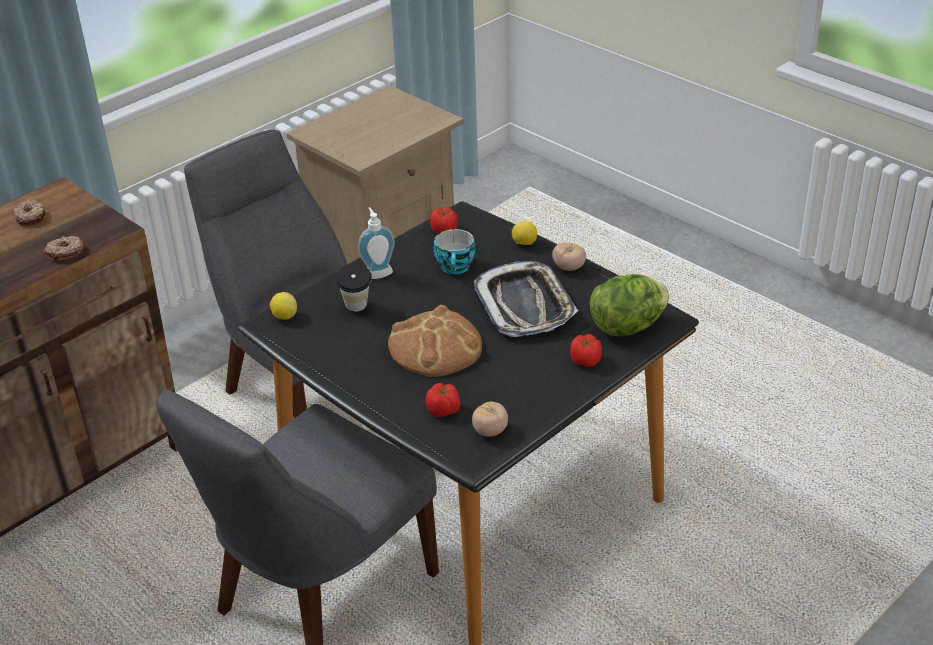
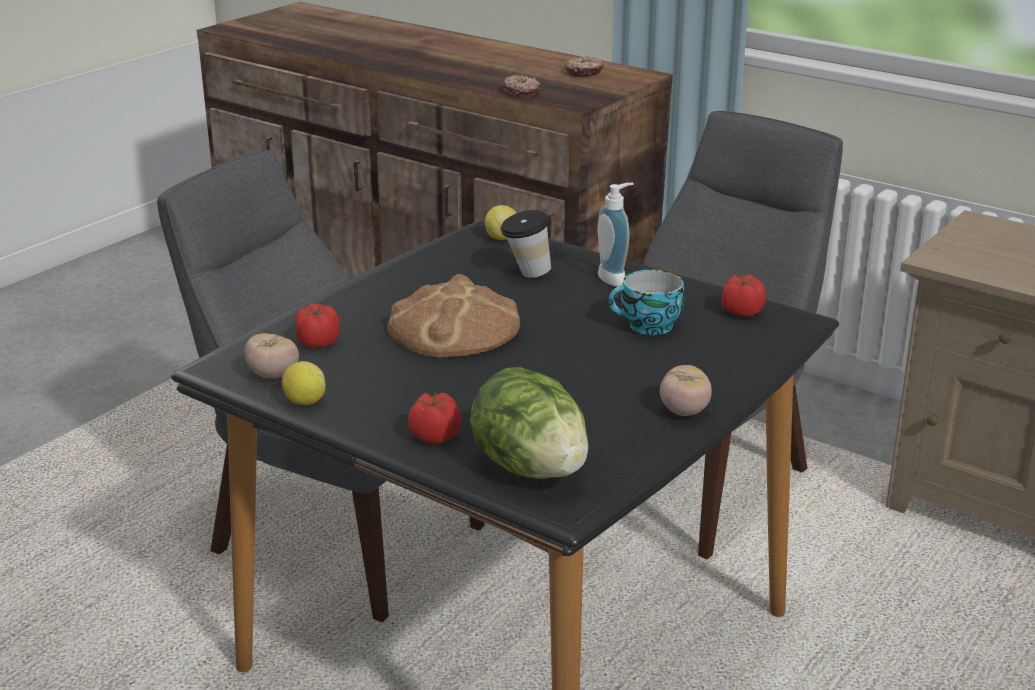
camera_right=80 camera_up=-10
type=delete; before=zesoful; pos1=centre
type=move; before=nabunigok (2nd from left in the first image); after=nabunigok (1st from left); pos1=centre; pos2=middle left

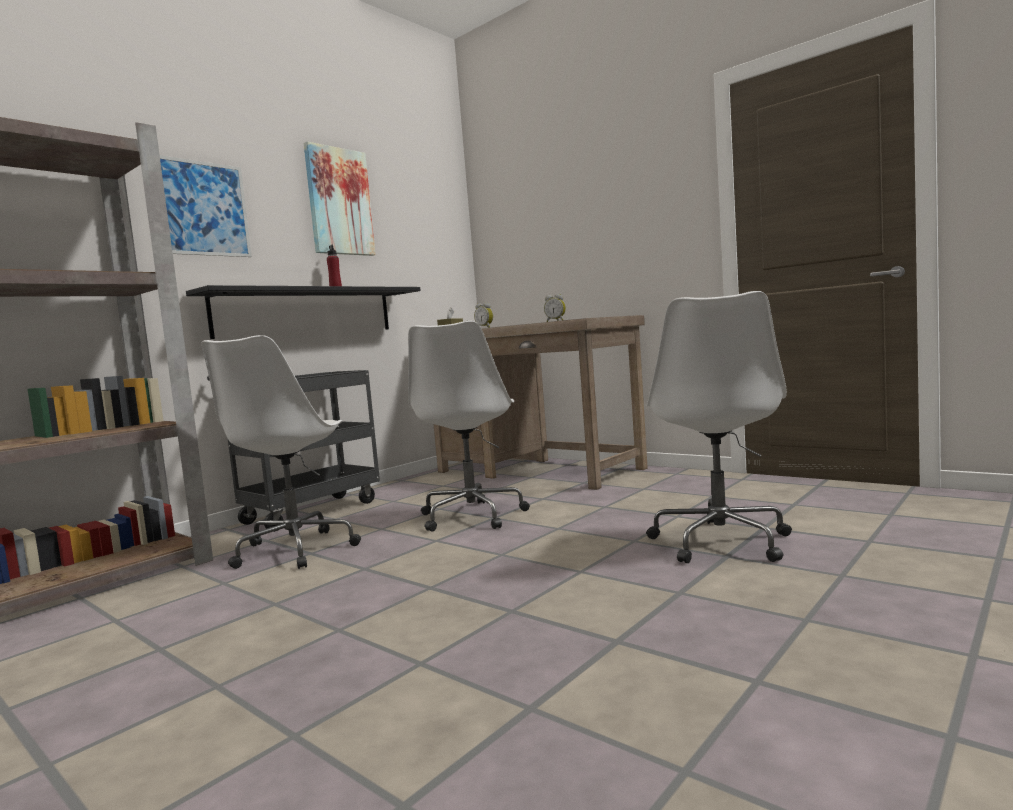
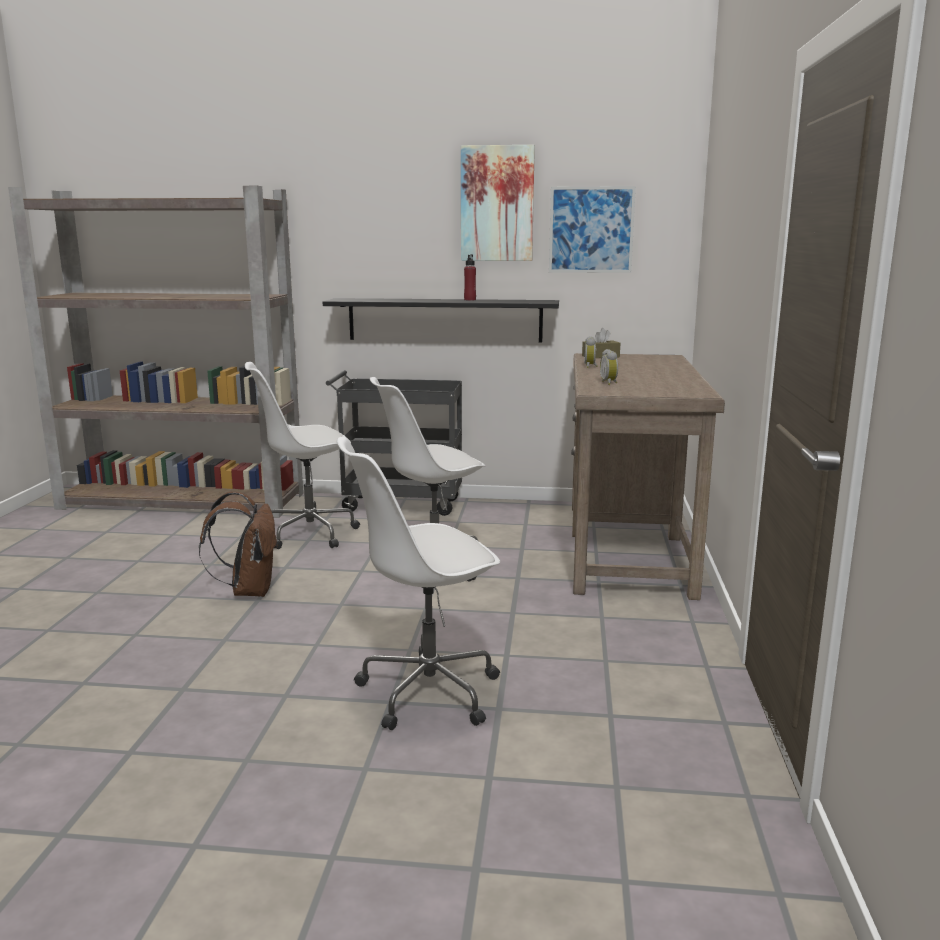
camera_right=55 camera_up=10
type=insert; after=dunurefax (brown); pos2=middle left
type=move; before=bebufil (1st from left in the first image); after=bebufil (2nd from left); pos1=top left; pos2=top centre

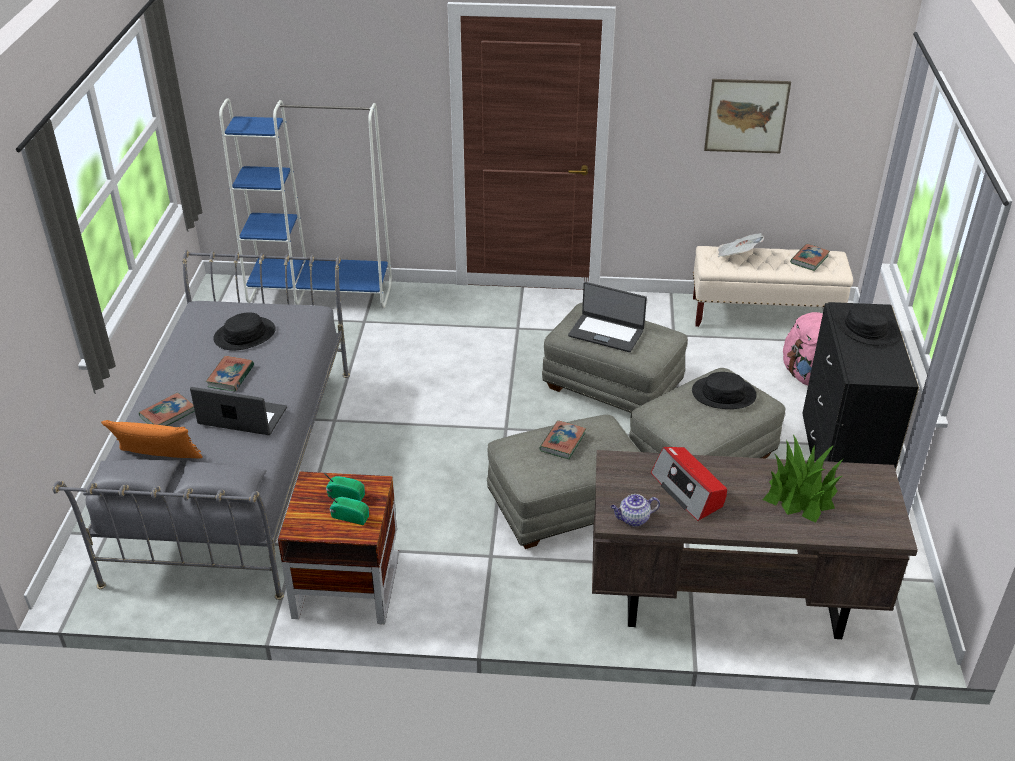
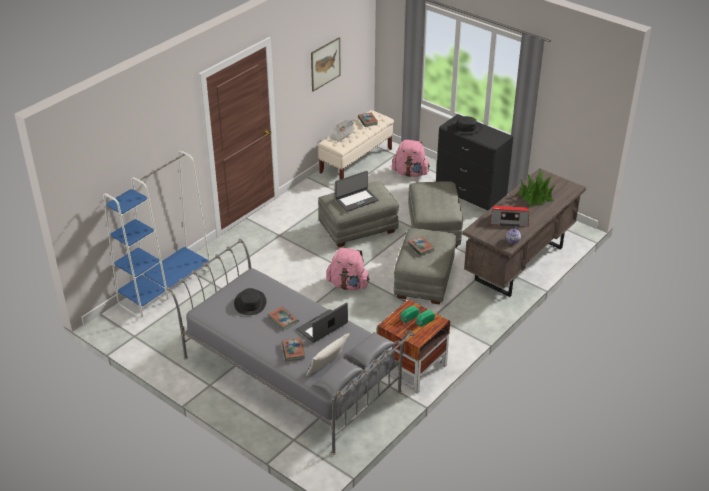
camera_right=-55 camera_up=0
type=delete; before=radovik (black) (2nd from left); pos1=middle right
type=insert; after=dunurefax (pink) (1st from left); pos2=centre
type=recolor; before=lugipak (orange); after=lugipak (white); pos1=middle left; pos2=bottom centre

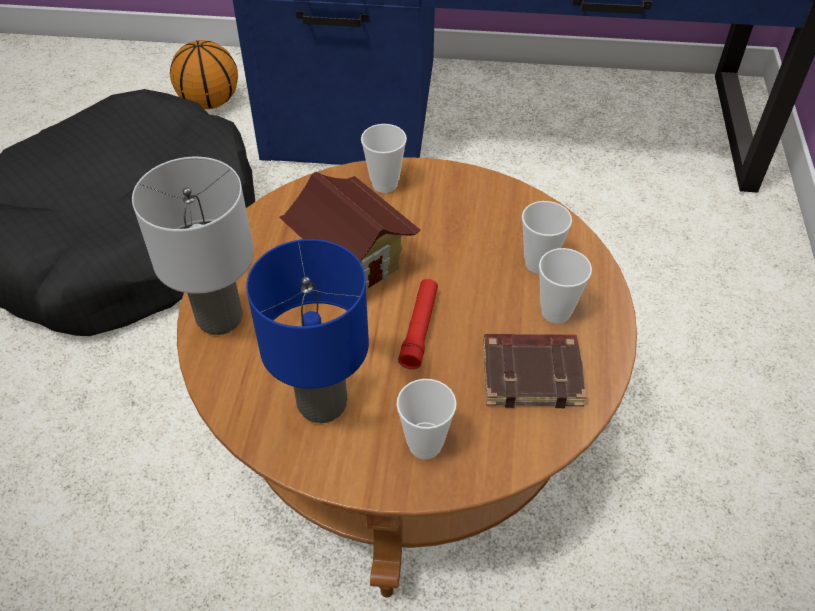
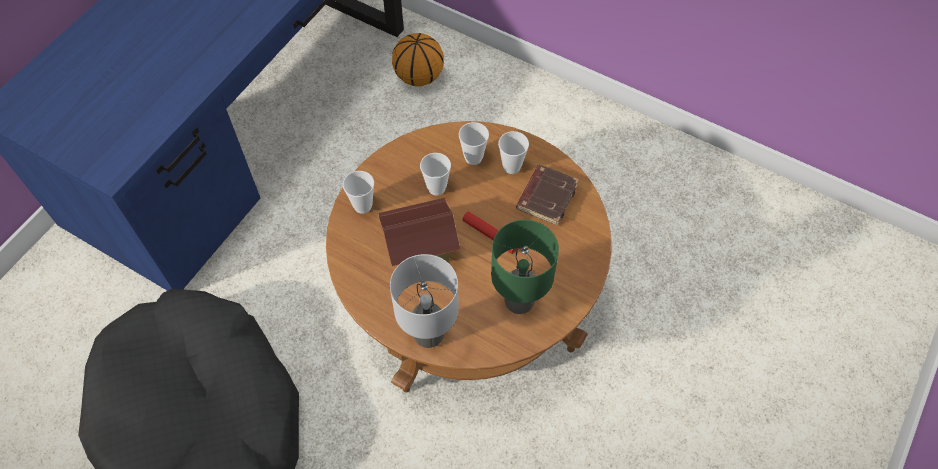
camera_right=-65 camera_up=10
type=move; before=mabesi; pos1=top left; pos2=top centre
type=move; before=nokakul (2nd from left); pos1=bottom centre; pos2=centre
type=recolor; before=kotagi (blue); after=kotagi (green); pos1=centre; pos2=centre

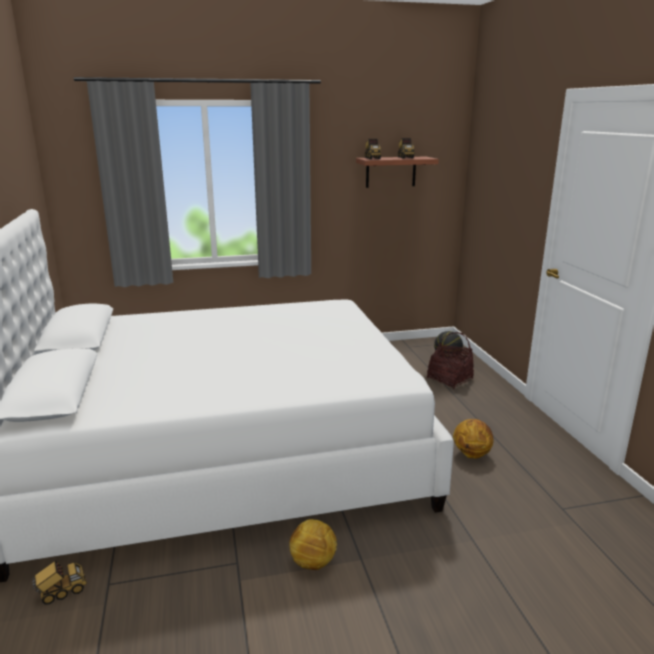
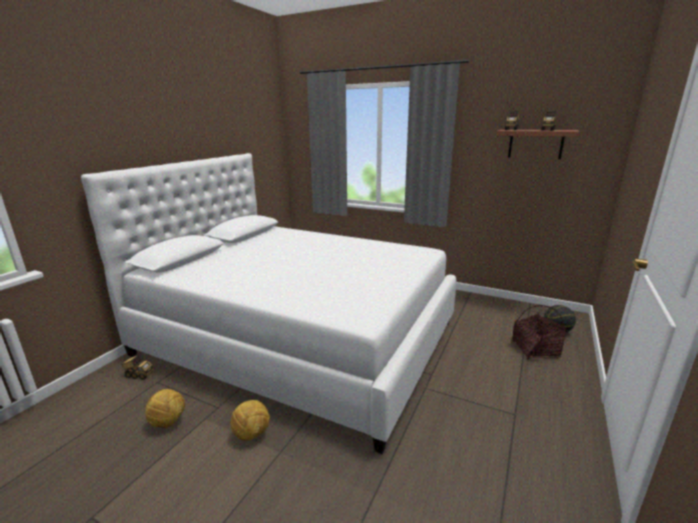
camera_right=40 camera_up=0
type=delete; before=mabesi (2nd from left); pos1=bottom right
type=insert; after=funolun (1st from left); pos2=bottom left

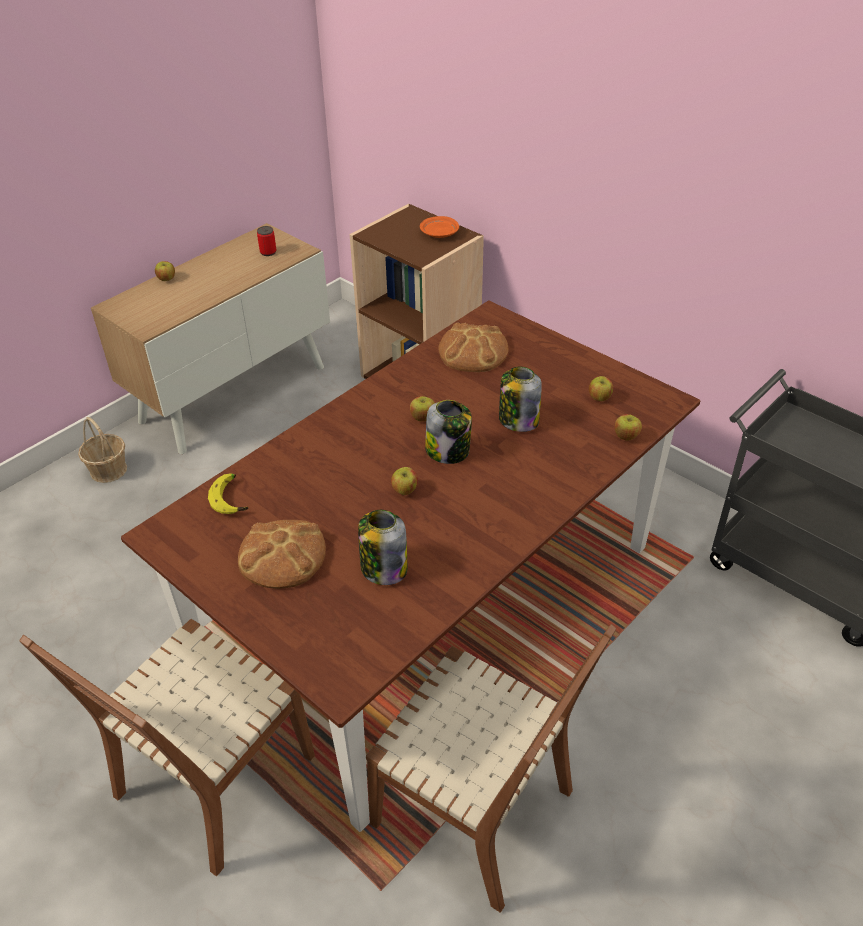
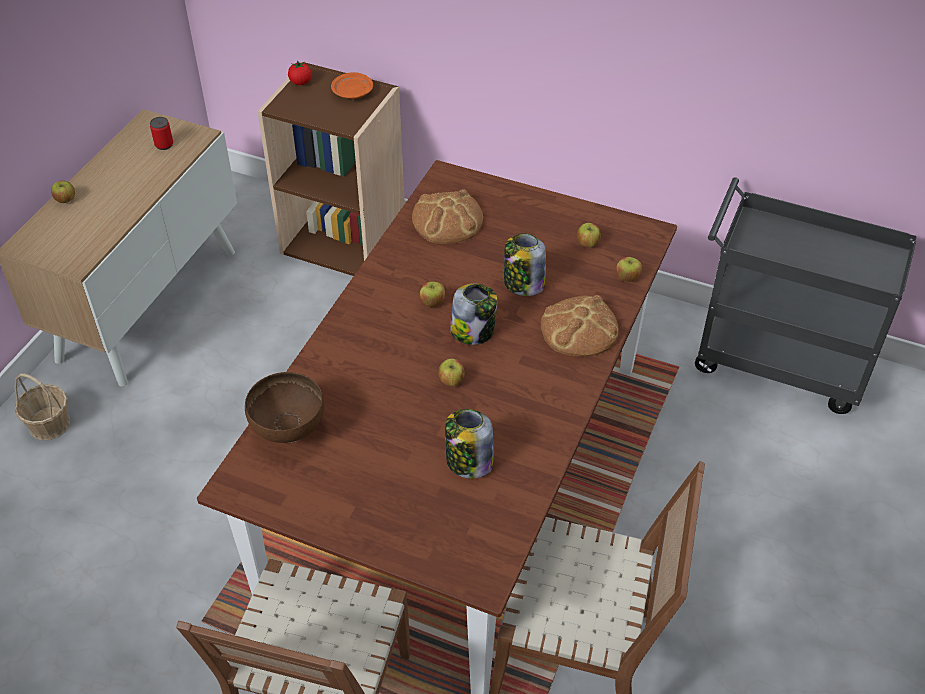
camera_right=-20 camera_up=5
type=insert; after=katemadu; pos2=top left
type=move; before=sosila (1st from left in the first image); after=sosila (2nd from left); pos1=middle left; pos2=centre
type=replace; before=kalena; after=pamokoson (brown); pos1=middle left; pos2=middle left

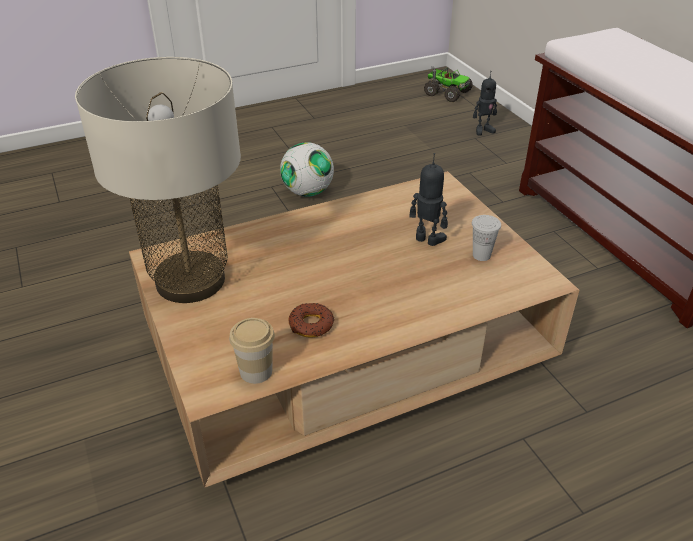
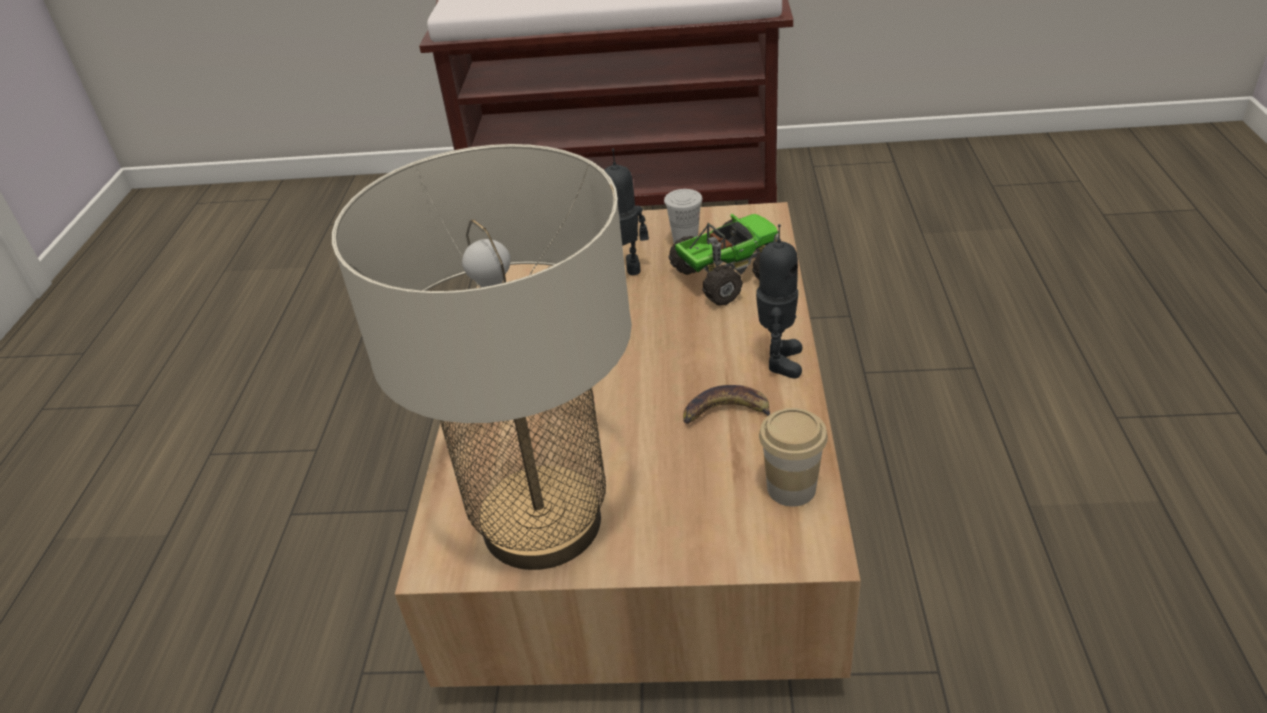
camera_right=-60 camera_up=0
type=delete; before=funolun; pos1=top centre
type=move; before=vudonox; pos1=top centre; pos2=centre
type=move; before=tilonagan (2nd from left); pos1=top right; pos2=centre
type=replace; before=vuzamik; after=kalena; pos1=centre; pos2=centre

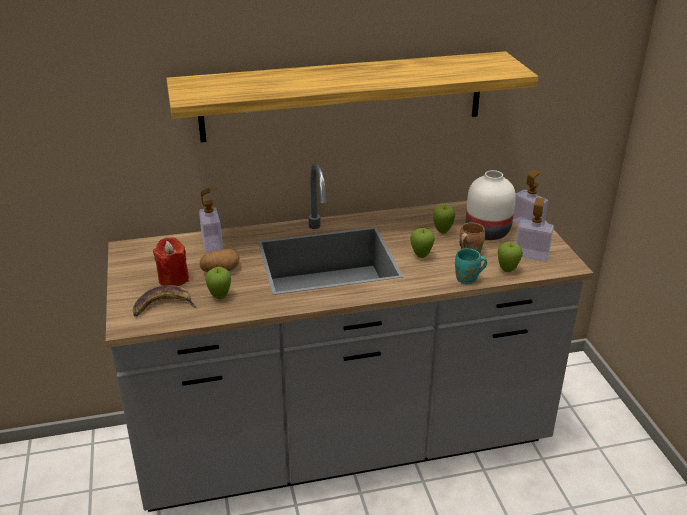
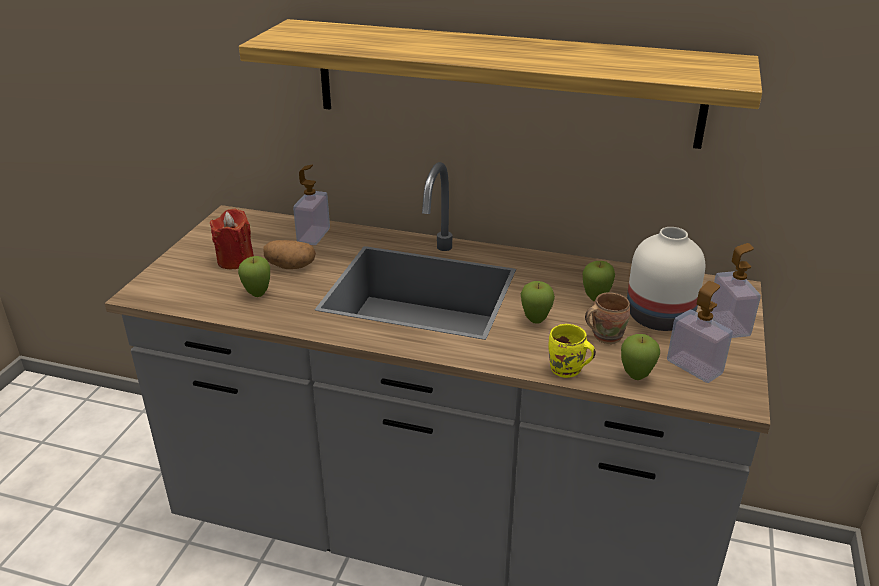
camera_right=30 camera_up=0
type=delete; before=kalena; pos1=middle left
type=recolor; before=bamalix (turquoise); after=bamalix (yellow); pos1=middle right; pos2=centre

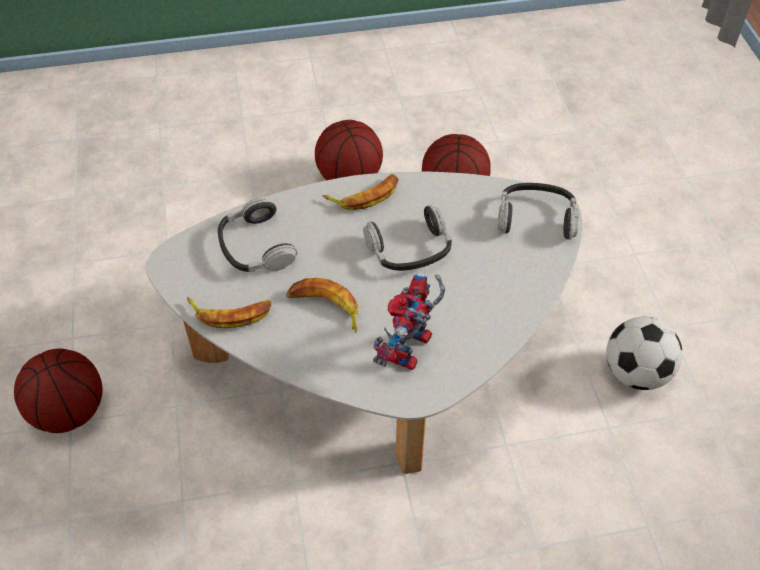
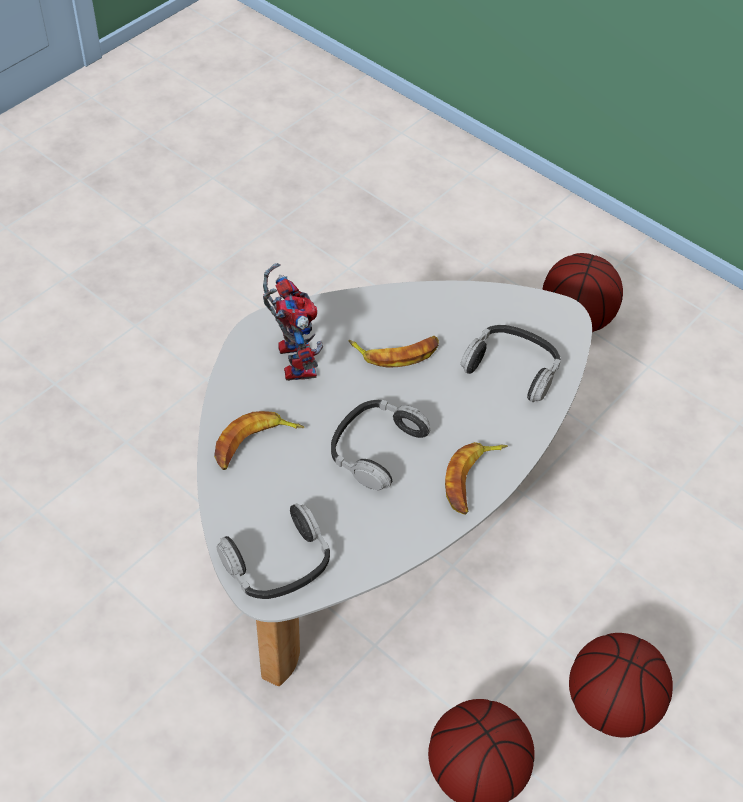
camera_right=140 camera_up=0
type=delete; before=funolun; pos1=middle right
type=move; before=kalena (1st from left); pos1=middle left; pos2=centre

